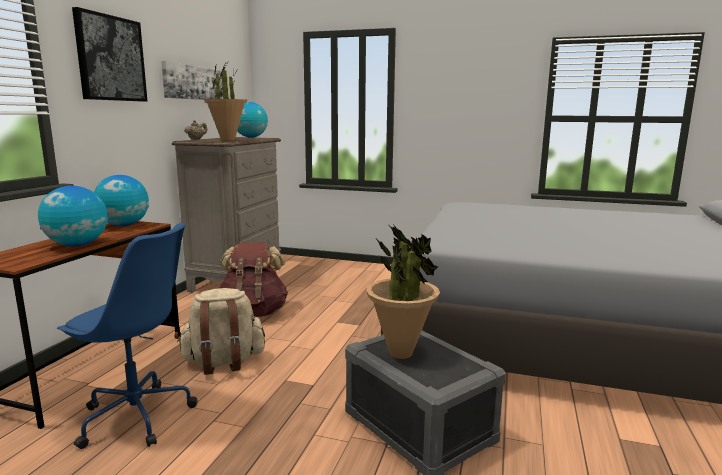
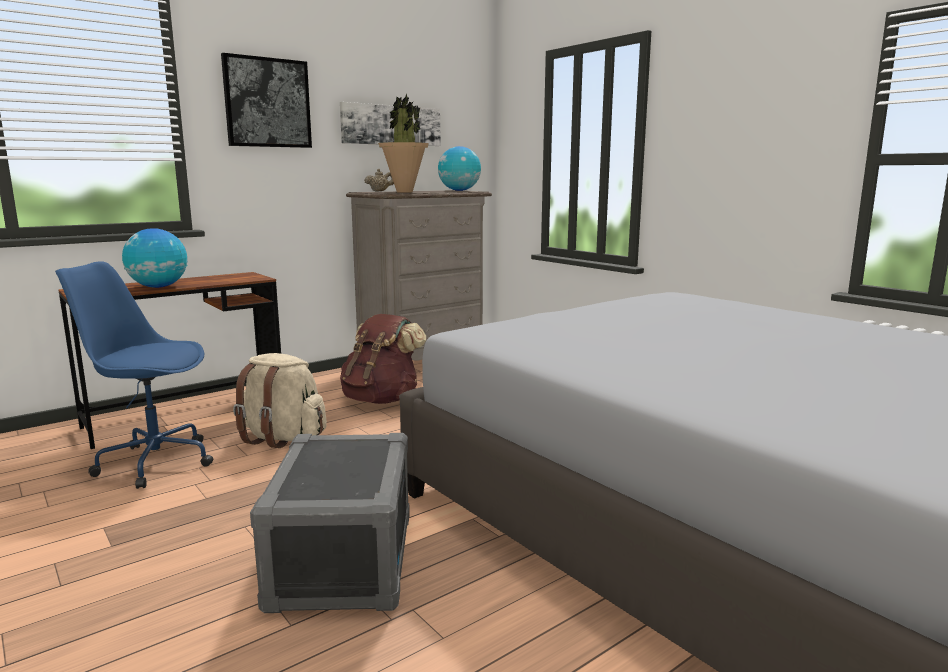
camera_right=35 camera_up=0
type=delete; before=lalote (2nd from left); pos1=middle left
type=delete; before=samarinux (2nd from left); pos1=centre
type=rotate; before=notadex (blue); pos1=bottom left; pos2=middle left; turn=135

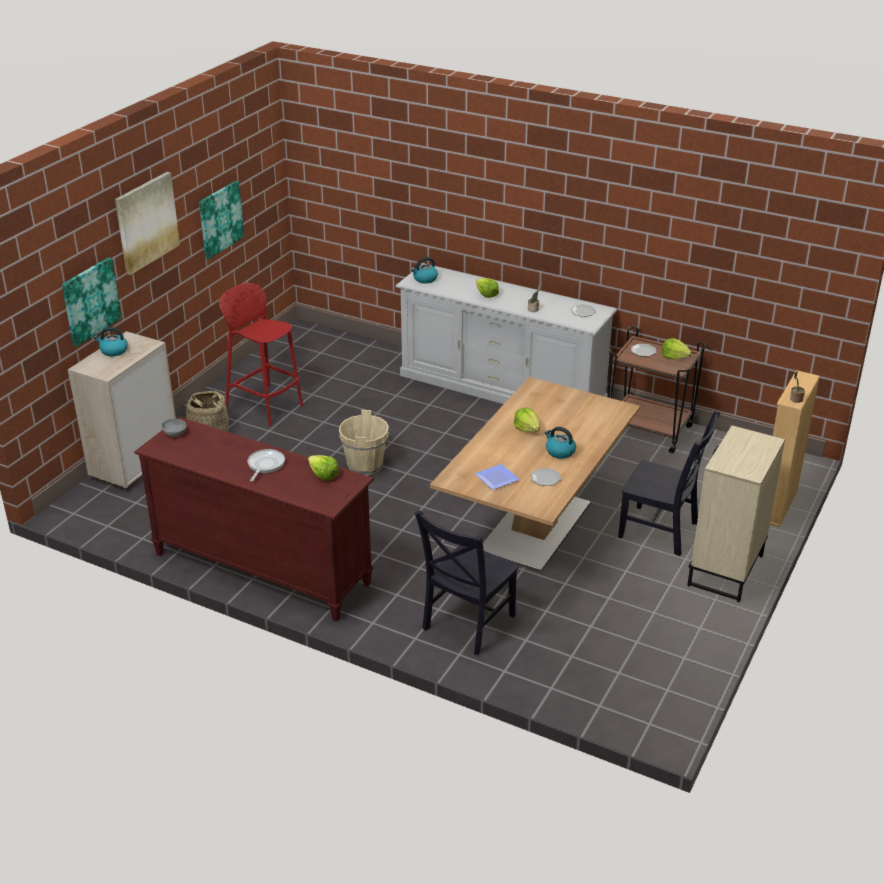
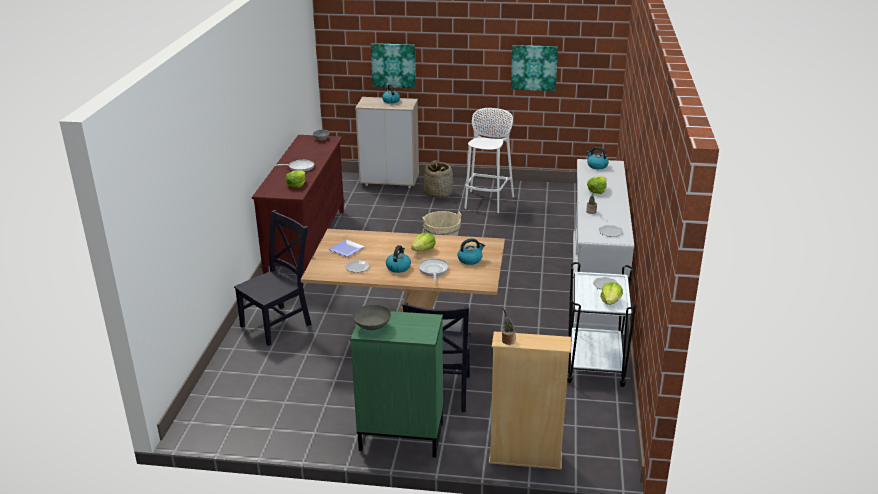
camera_right=70 camera_up=-5
type=delete; before=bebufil (2nd from left); pos1=top left
type=insert; after=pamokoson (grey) (2nd from left); pos2=centre
type=insert; after=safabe (2nd from left); pos2=centre
type=insert; after=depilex (3rd from left); pos2=centre
type=recolor; before=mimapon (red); after=mimapon (white); pos1=middle left; pos2=top centre
type=recolor; before=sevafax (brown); after=sevafax (white); pos1=middle right; pos2=middle right
type=recolor; before=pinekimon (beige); after=pinekimon (green); pos1=middle right; pos2=bottom centre
type=rotate; before=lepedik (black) (1st from left); pos1=centre; pos2=middle left; turn=120

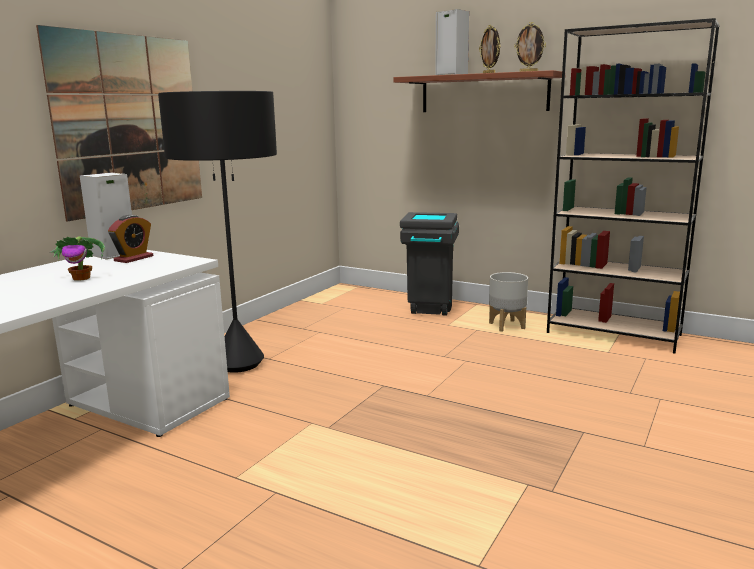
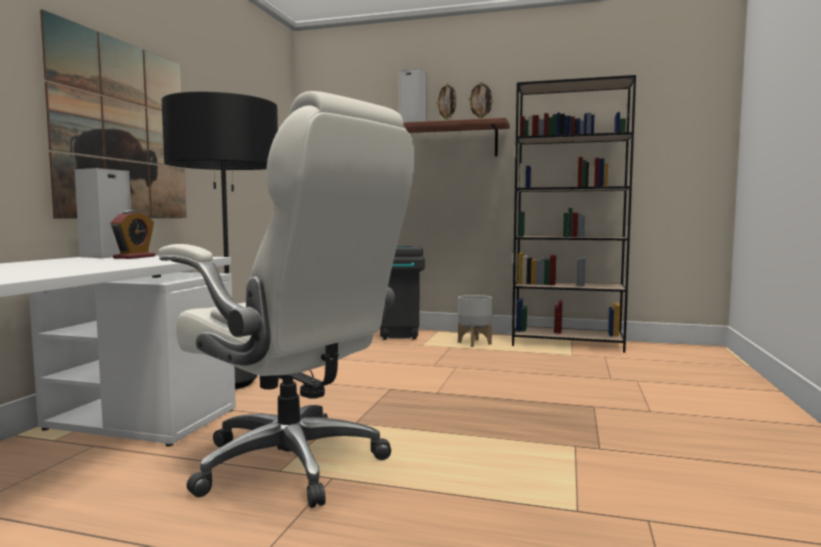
camera_right=-15 camera_up=-10
type=delete; before=samarinux; pos1=middle left
type=insert; after=notadex (white); pos2=centre

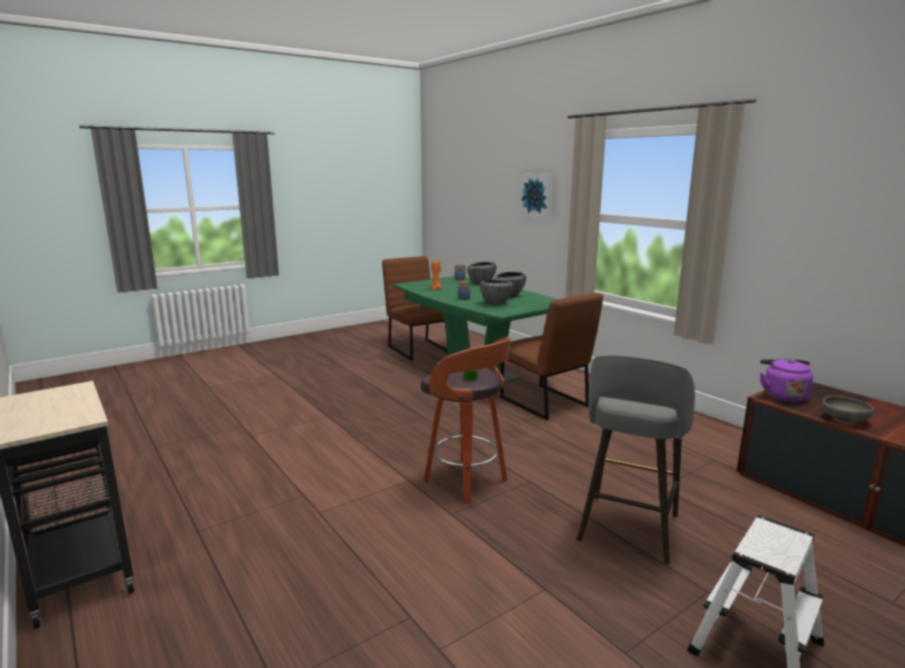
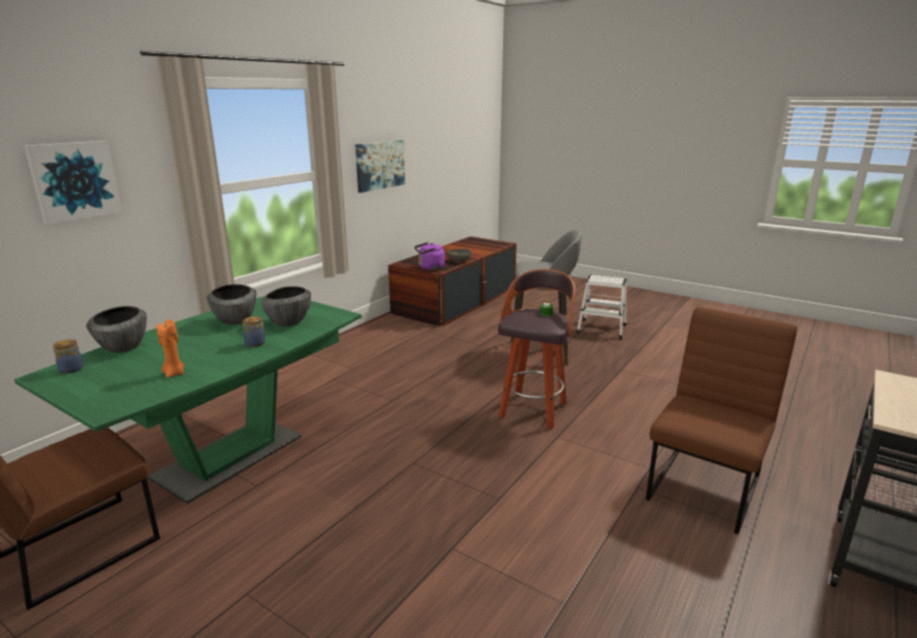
camera_right=-110 camera_up=5
type=insert; after=bebufil (2nd from left); pos2=top centre
type=move; before=lepedik (brown) (2nd from left); pos1=centre; pos2=middle right

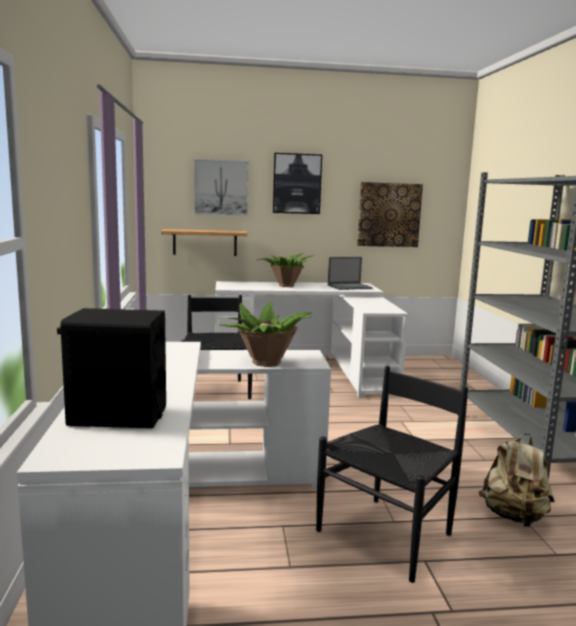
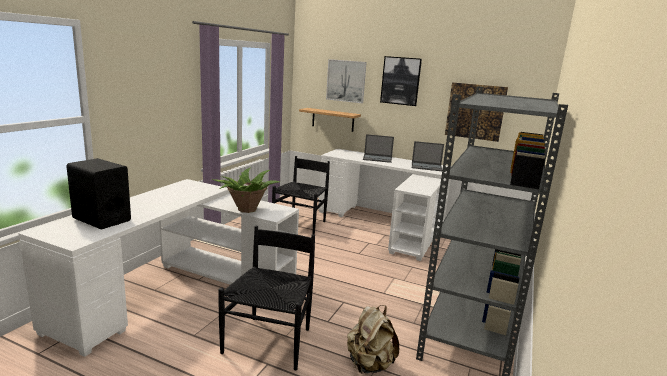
camera_right=30 camera_up=5
type=replace; before=samarinux (2nd from left); after=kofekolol (1st from left); pos1=centre; pos2=centre
type=rotate; before=lepedik (black) (2nd from left in the first image); pos1=bottom right; pos2=bottom centre; turn=-60

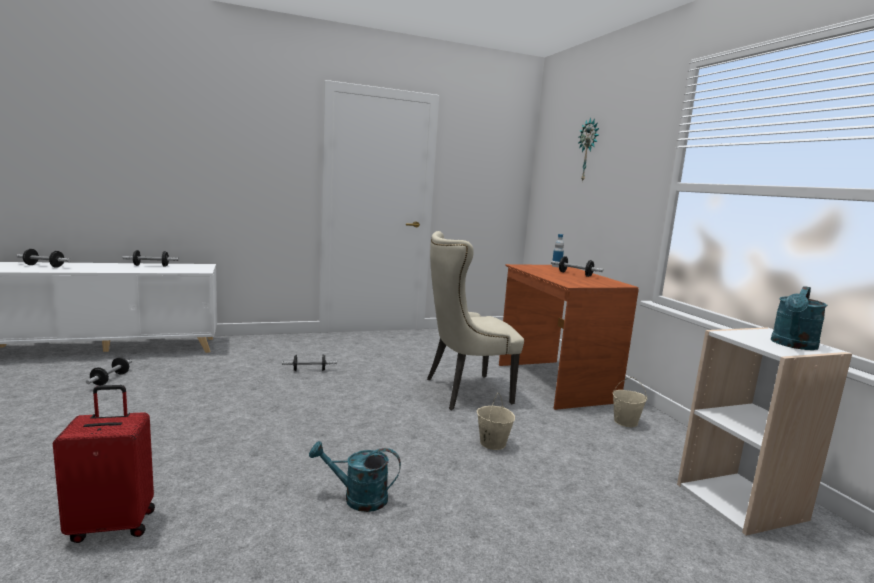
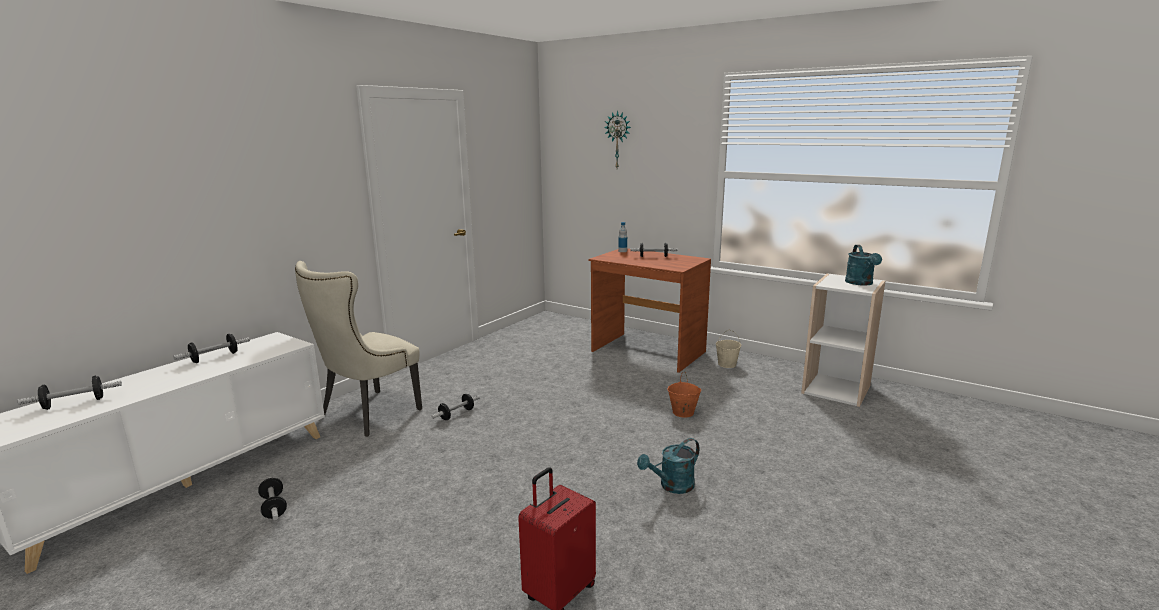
camera_right=-35 camera_up=5
type=move; before=lepedik (beige); pos1=centre; pos2=middle left
type=recolor; before=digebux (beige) (1st from left); after=digebux (orange); pos1=bottom centre; pos2=centre

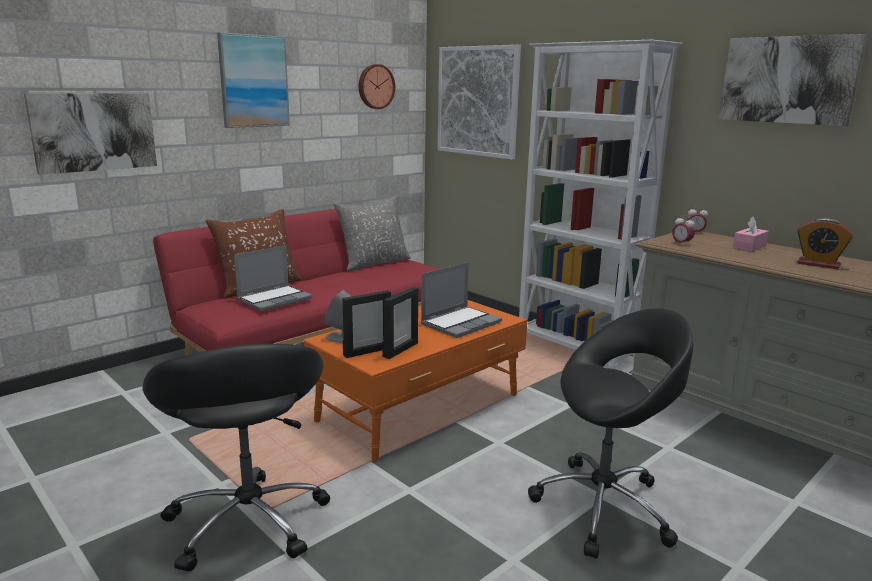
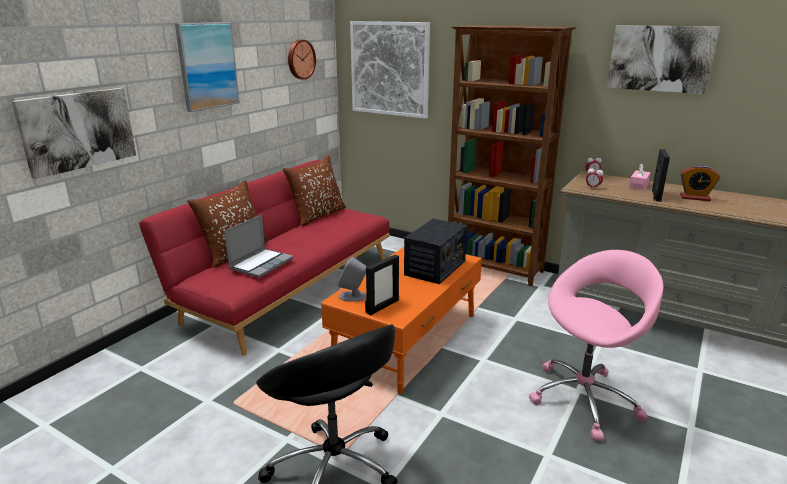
camera_right=-15 camera_up=5
type=move; before=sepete (2nd from left); pos1=centre; pos2=middle right
type=replace; before=kofekolol (2nd from left); after=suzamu; pos1=centre; pos2=centre
type=recolor; before=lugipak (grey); after=lugipak (brown) (2nd from left); pos1=centre; pos2=centre
type=recolor; before=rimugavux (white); after=rimugavux (brown); pos1=middle right; pos2=top centre
type=recolor; before=notadex (black) (2nd from left); after=notadex (pink); pos1=bottom right; pos2=bottom right

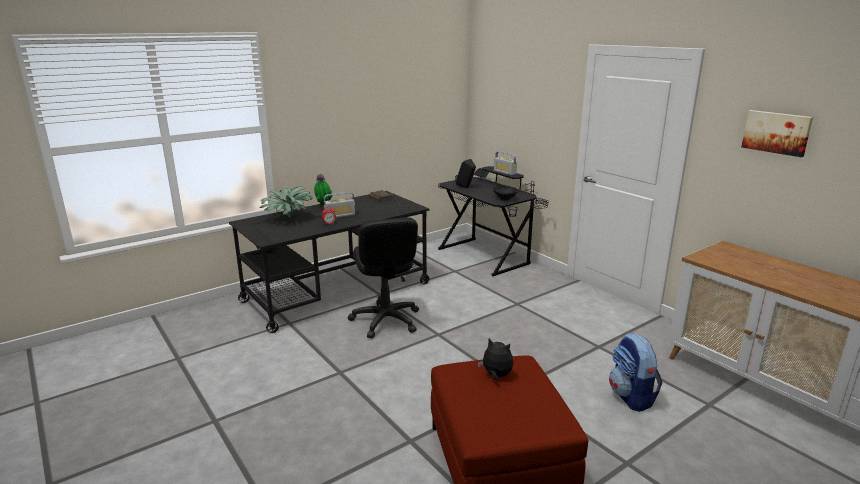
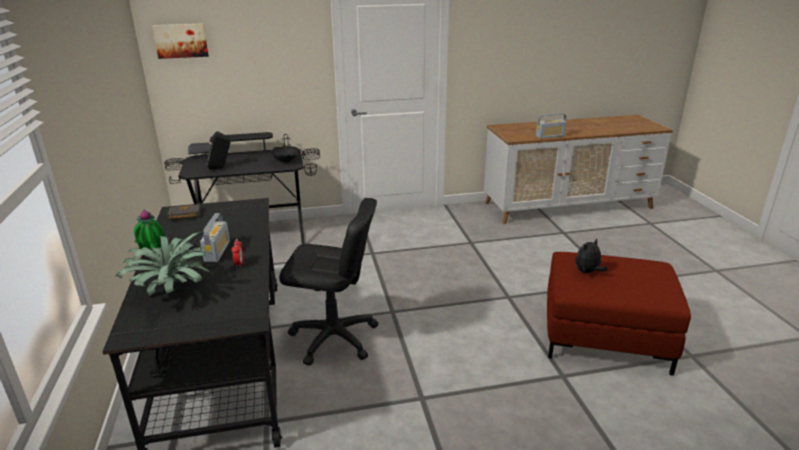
camera_right=-65 camera_up=5
type=delete; before=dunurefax; pos1=bottom right
type=move; before=suzamu (2nd from left); pos1=centre; pos2=top right
type=move; before=bebufil; pos1=top right; pos2=top left

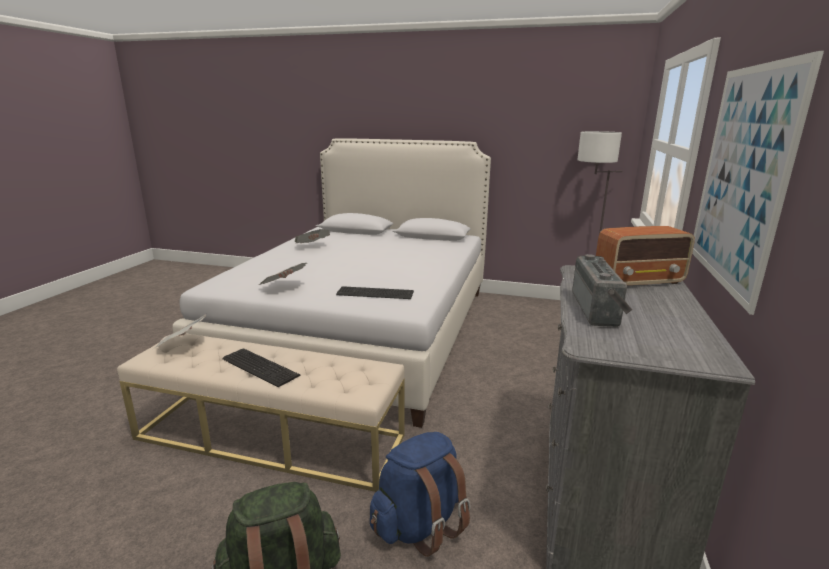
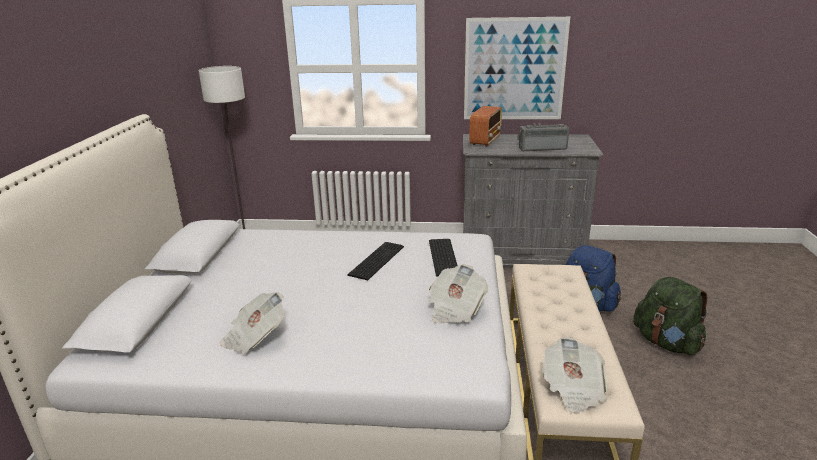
camera_right=-100 camera_up=5
type=move; before=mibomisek (1st from left); pos1=middle left; pos2=centre
type=rotate; before=suzamu (2nd from left in the first image); pos1=middle right; pos2=top centre; turn=45

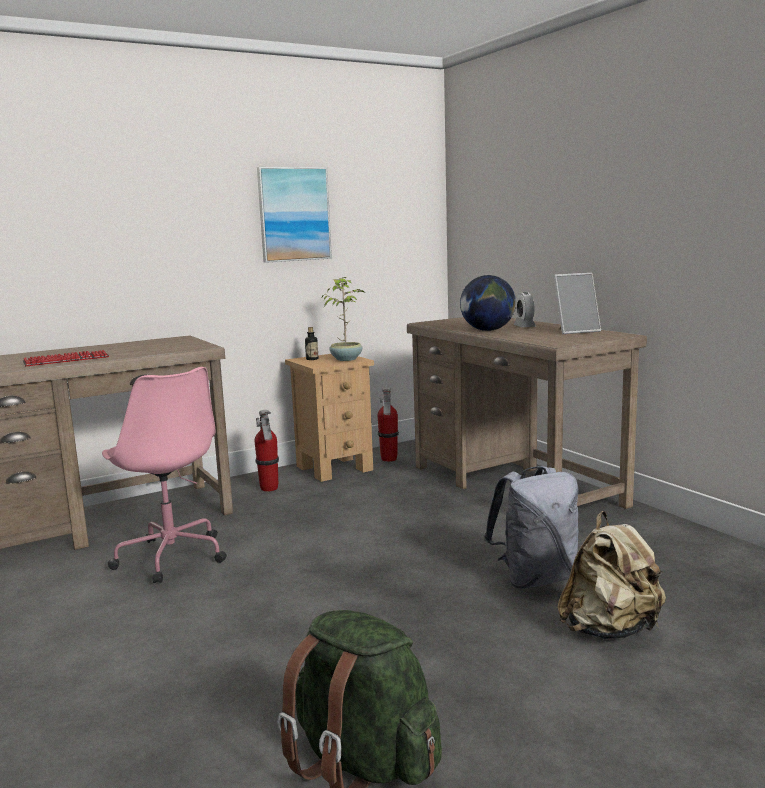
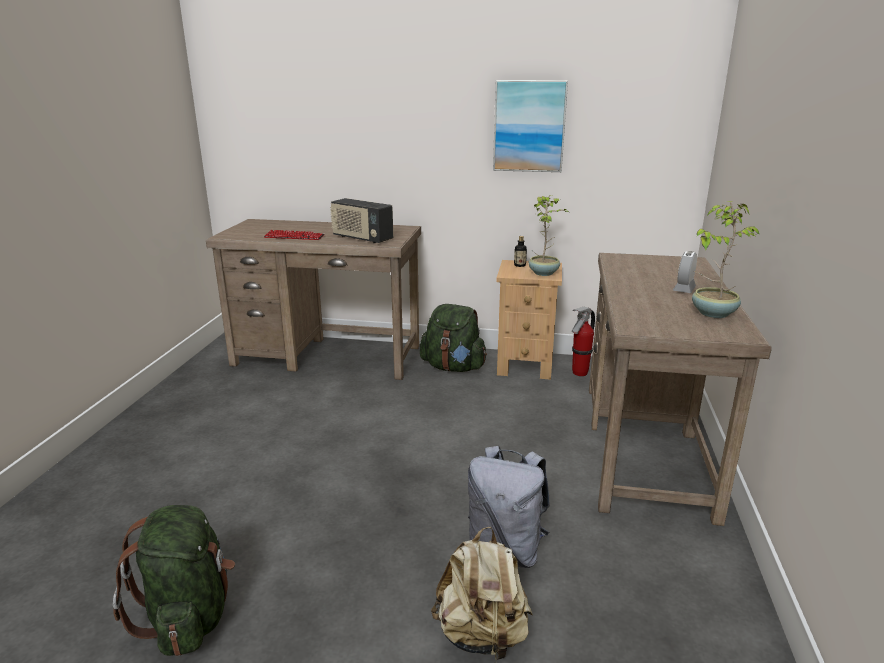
camera_right=40 camera_up=10
type=delete; before=notadex (pink); pos1=middle left
type=delete; before=lalote; pos1=centre
type=insert; after=suzamu; pos2=top centre
type=replace; before=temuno (1st from left); after=dunurefax (green) (2nd from left); pos1=centre; pos2=centre
type=replace; before=sepete; after=samarinux (2nd from left); pos1=middle right; pos2=middle right

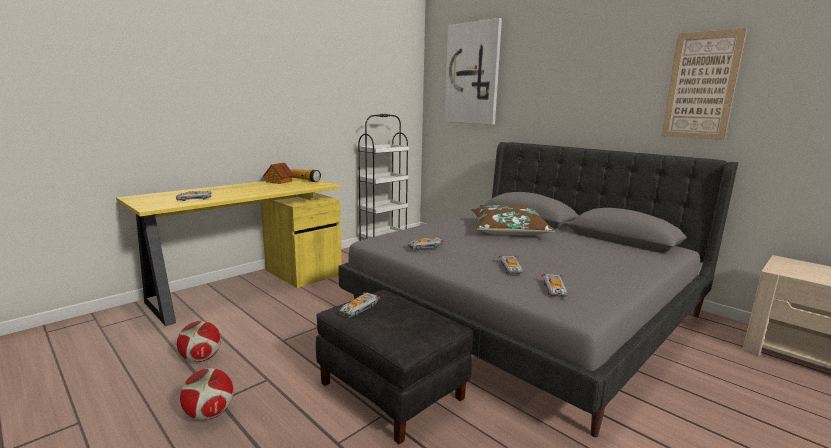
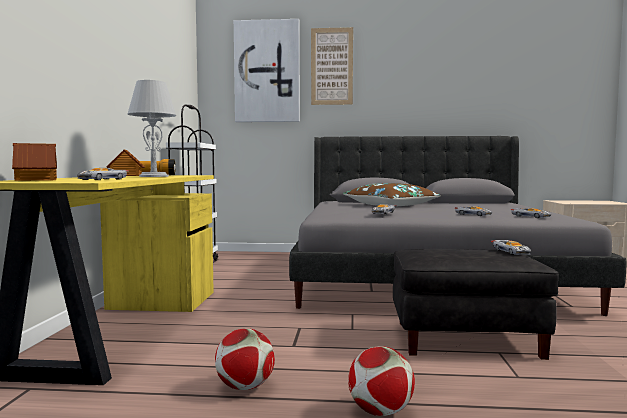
camera_right=-40 camera_up=-10
type=insert; after=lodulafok (1st from left); pos2=middle left
type=insert; after=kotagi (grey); pos2=top left
type=move; before=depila (2nd from left in the first image); after=depila (4th from left); pos1=bottom centre; pos2=middle right
type=move; before=bebufil (2nd from left); pos1=top right; pos2=top centre

